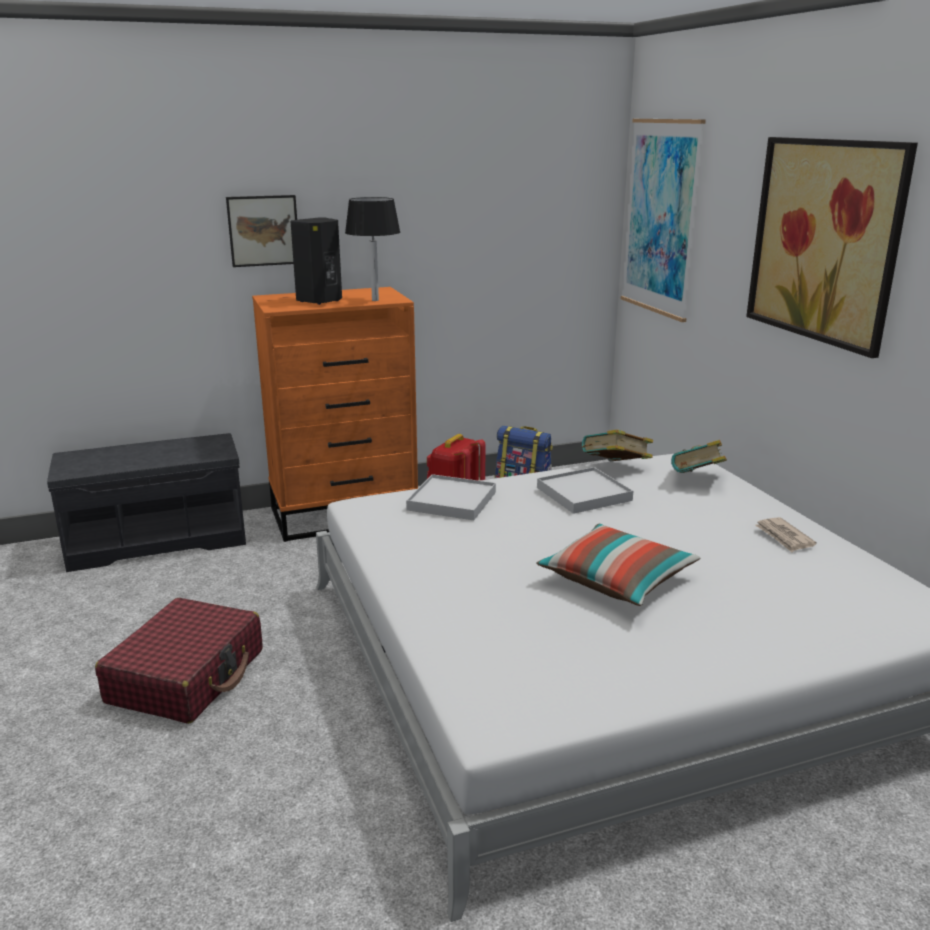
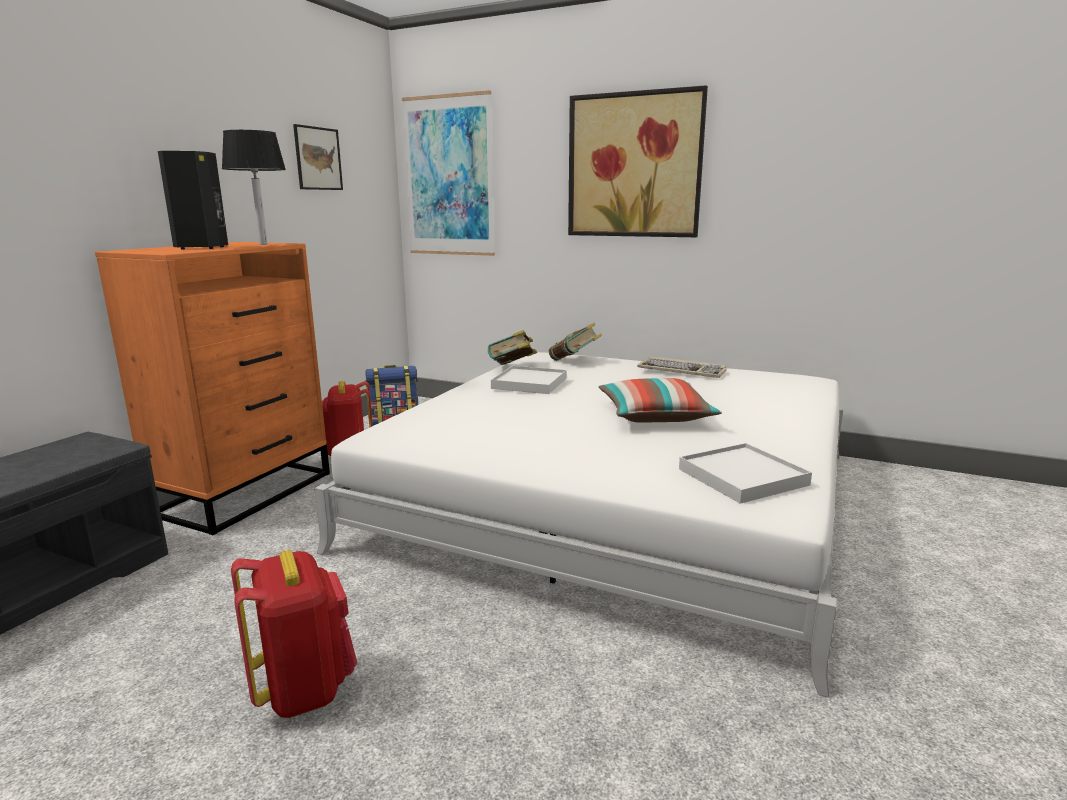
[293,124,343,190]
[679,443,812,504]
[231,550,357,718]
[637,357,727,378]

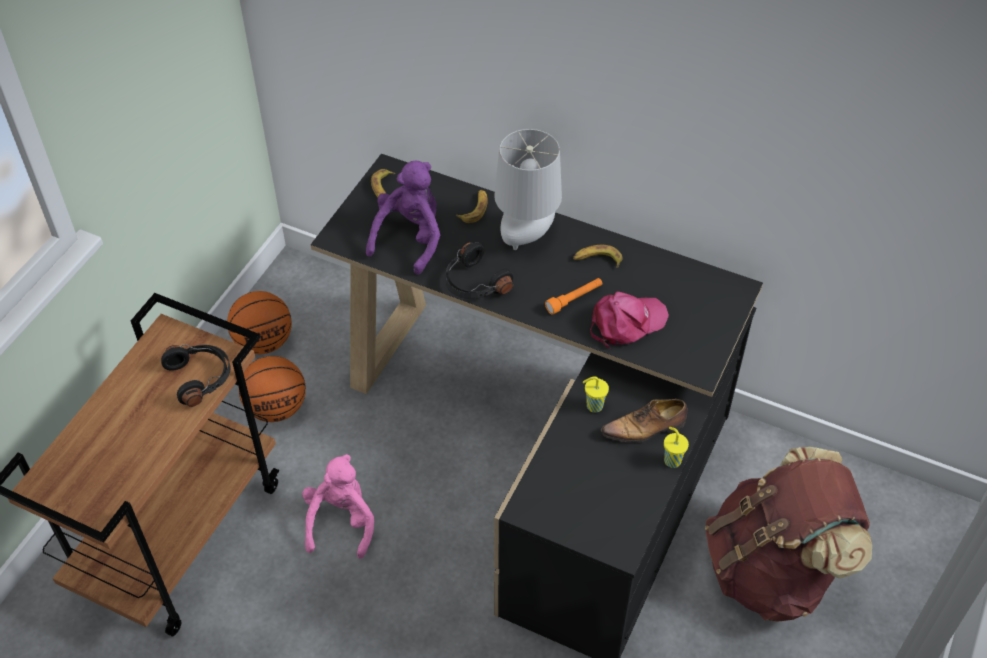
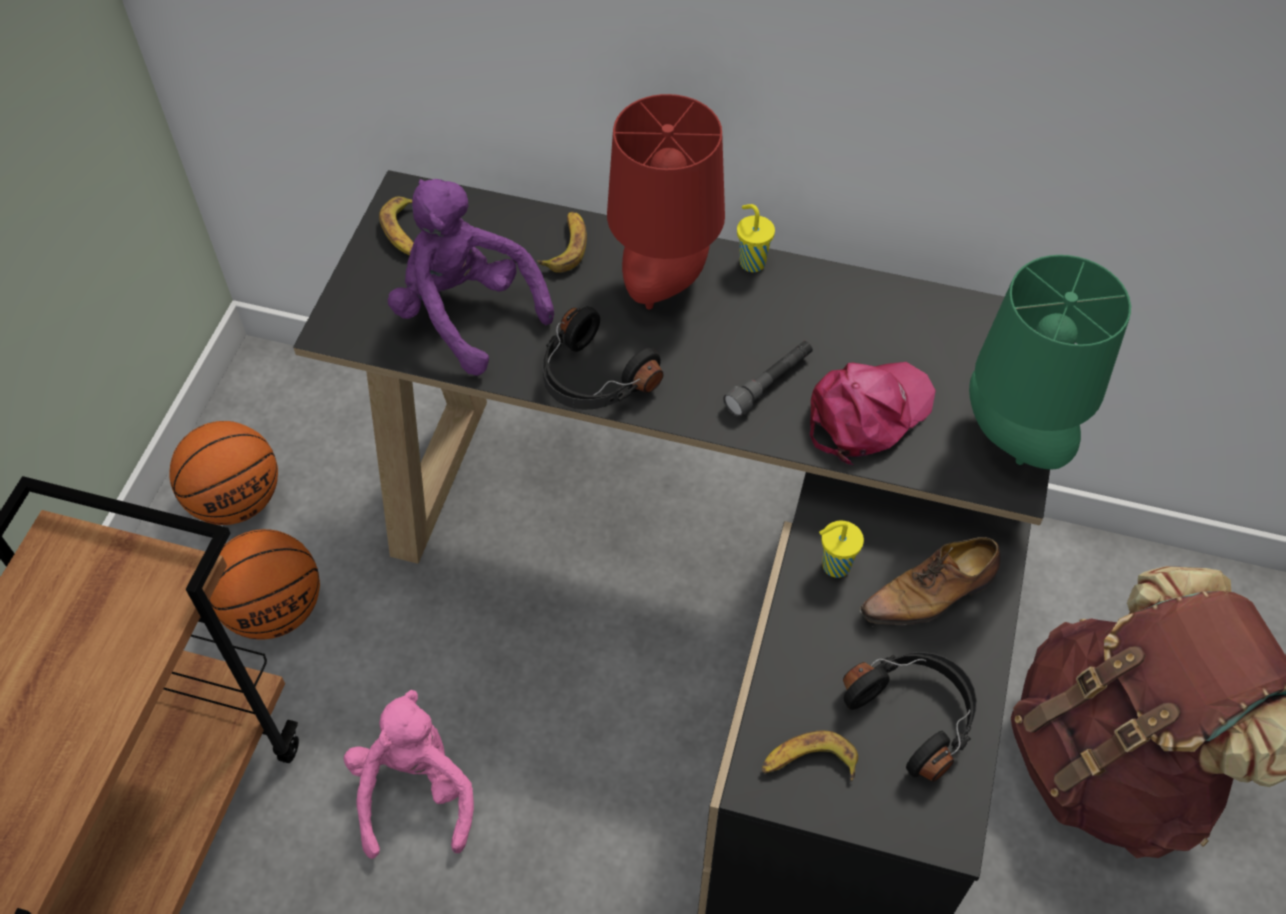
[969,255,1131,470]
[843,652,977,782]
[762,731,858,781]
[737,204,775,272]
[607,94,725,309]
[723,341,813,417]
[388,179,554,376]

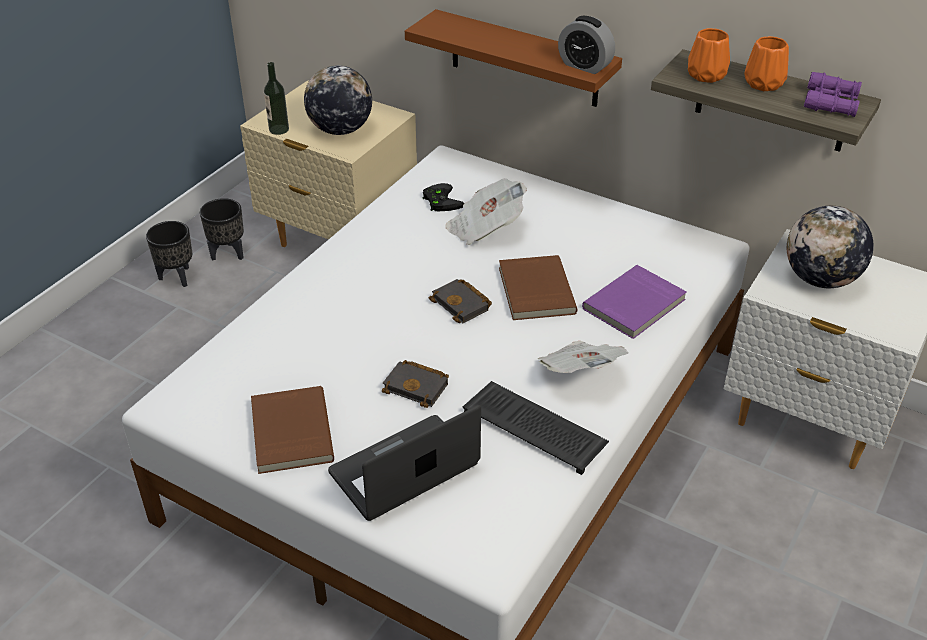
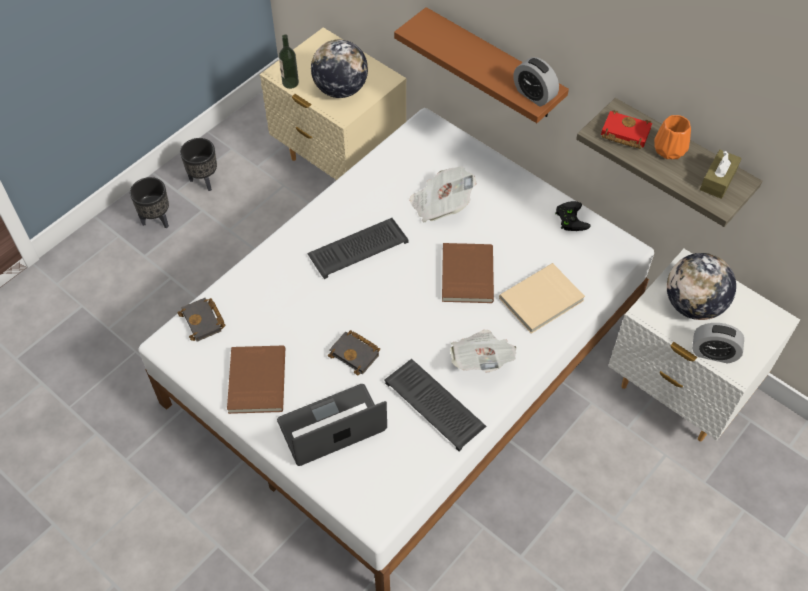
[307,218,409,279]
[692,323,744,363]
[130,177,169,229]
[555,201,591,231]
[178,298,225,342]
[601,110,652,149]
[700,150,742,199]
[499,263,585,334]

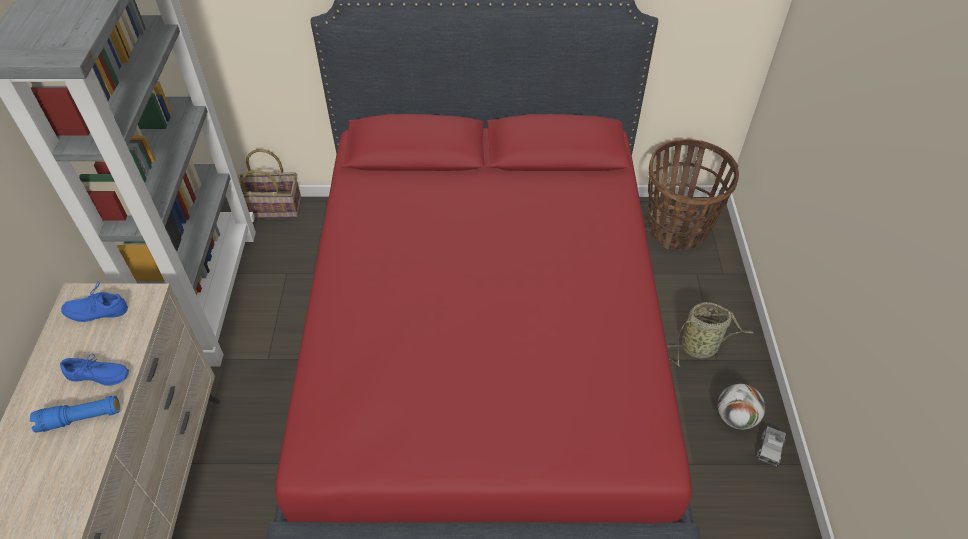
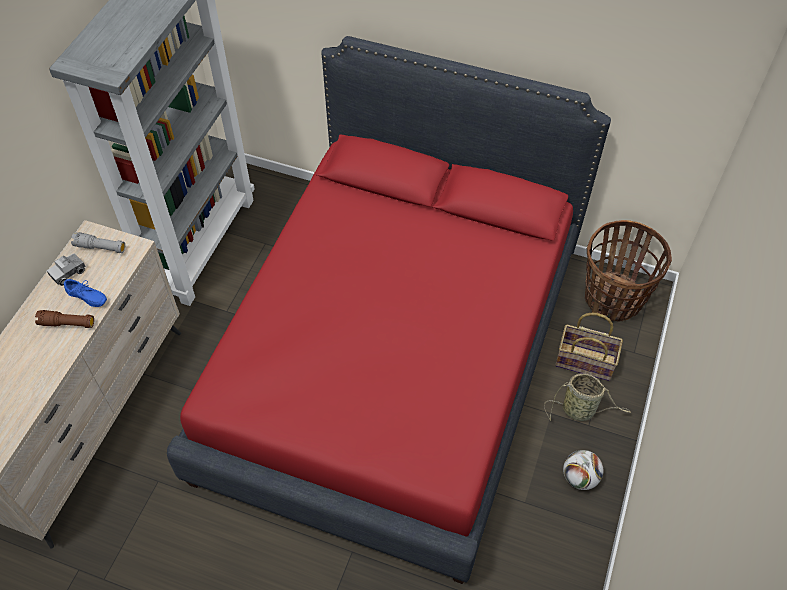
[555,313,623,381]
[47,253,86,286]
[71,232,125,253]
[35,310,94,328]

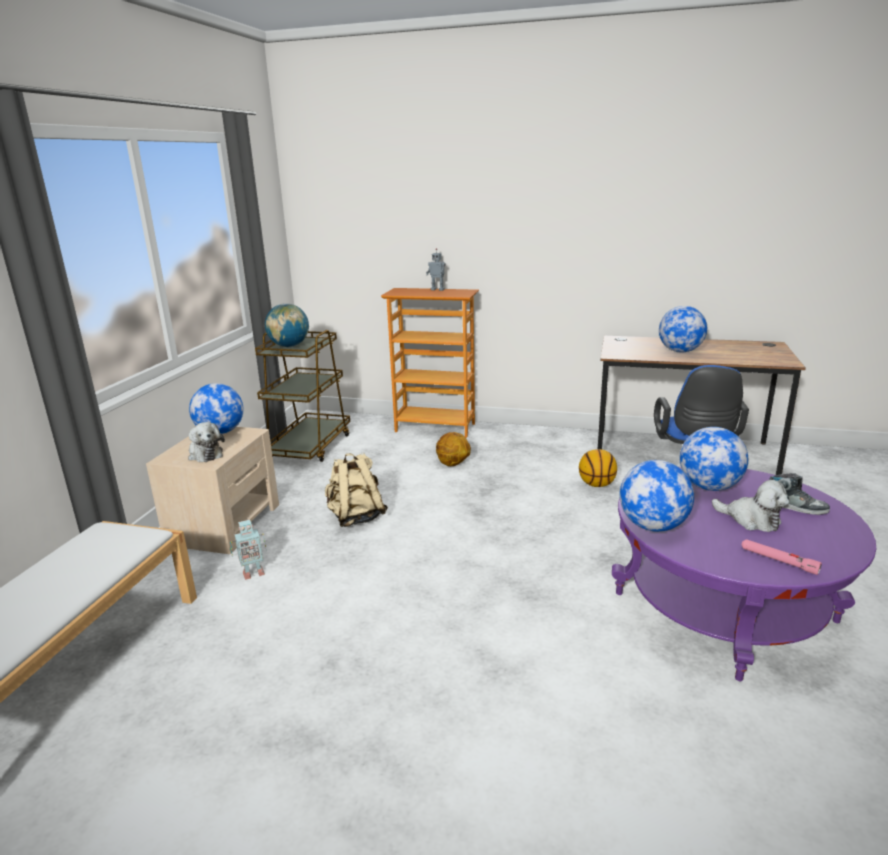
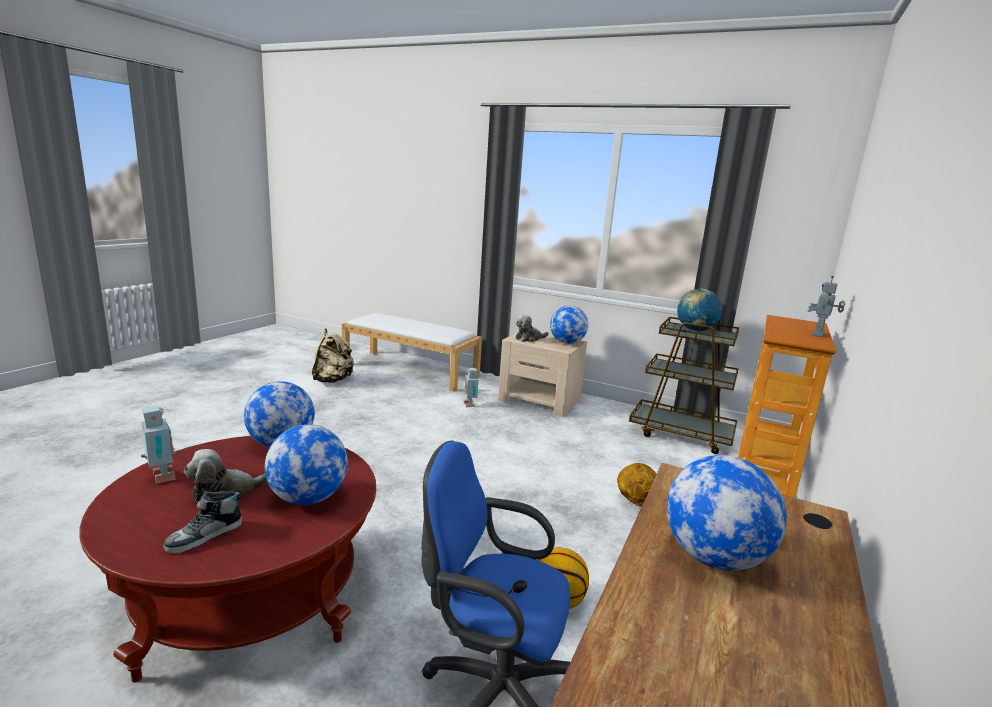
[312,329,354,383]
[141,405,176,484]
[79,436,376,683]

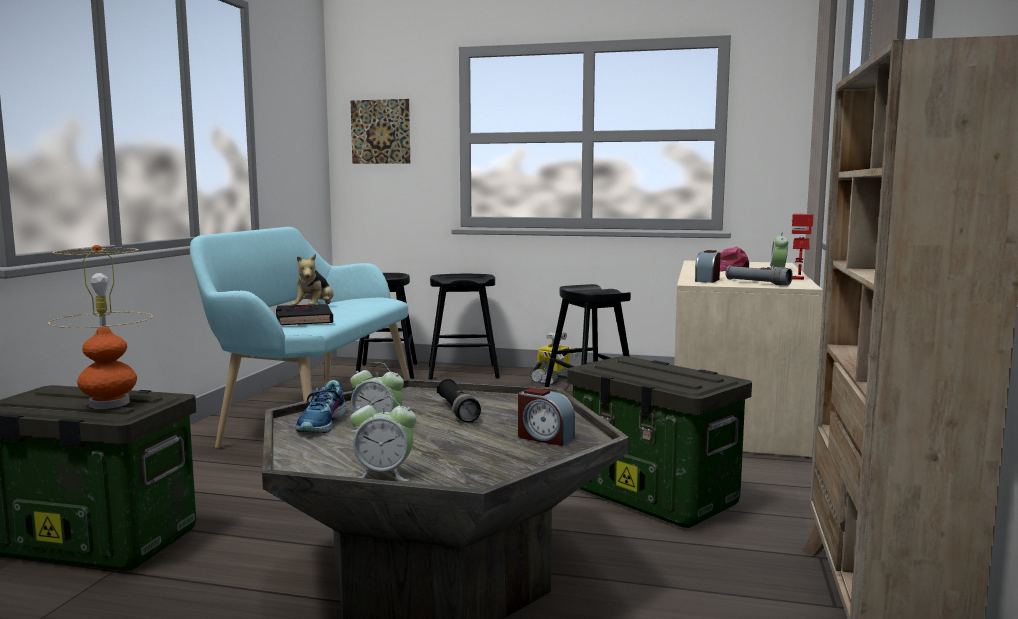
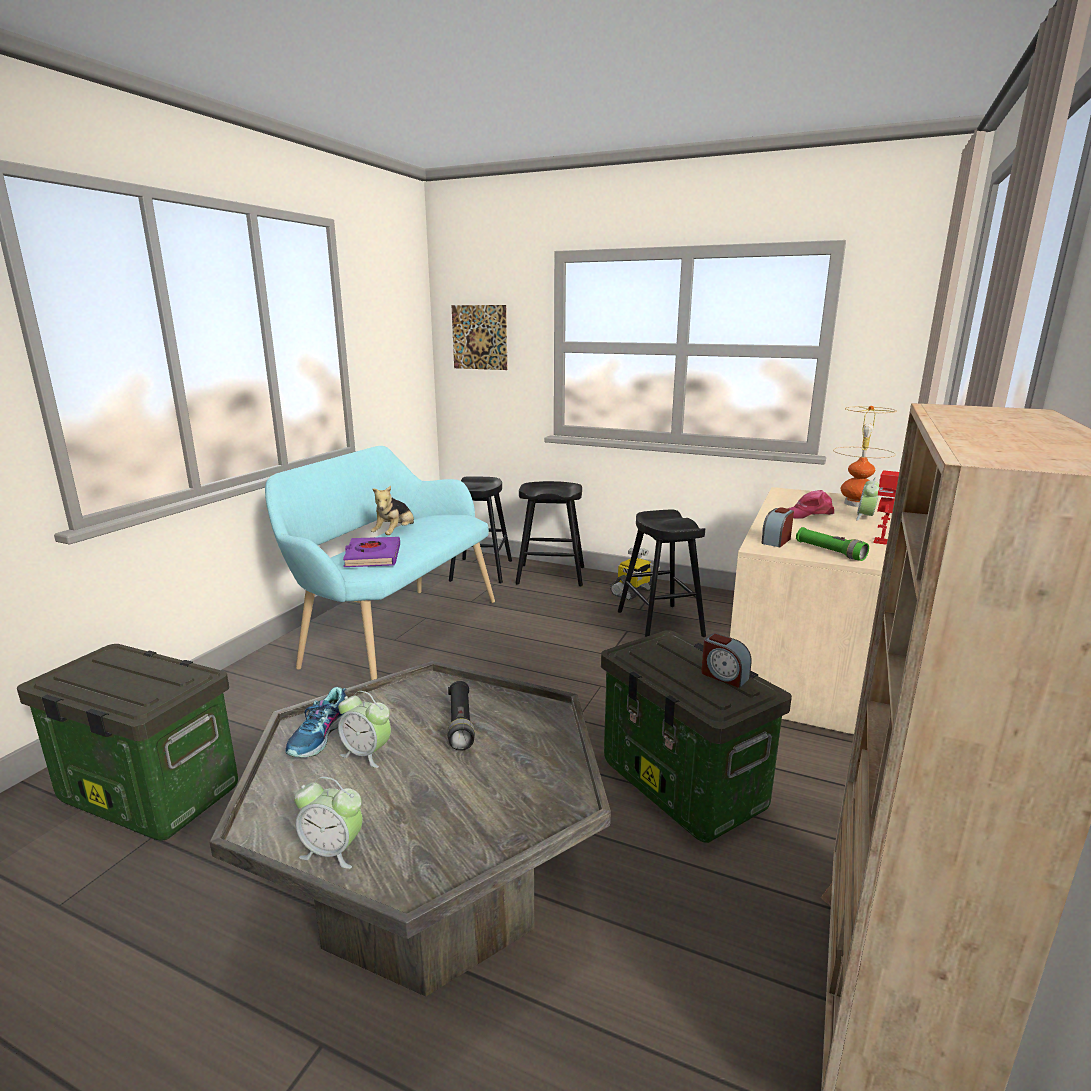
[833,406,897,507]
[701,633,752,688]
[343,537,400,567]
[796,527,869,561]

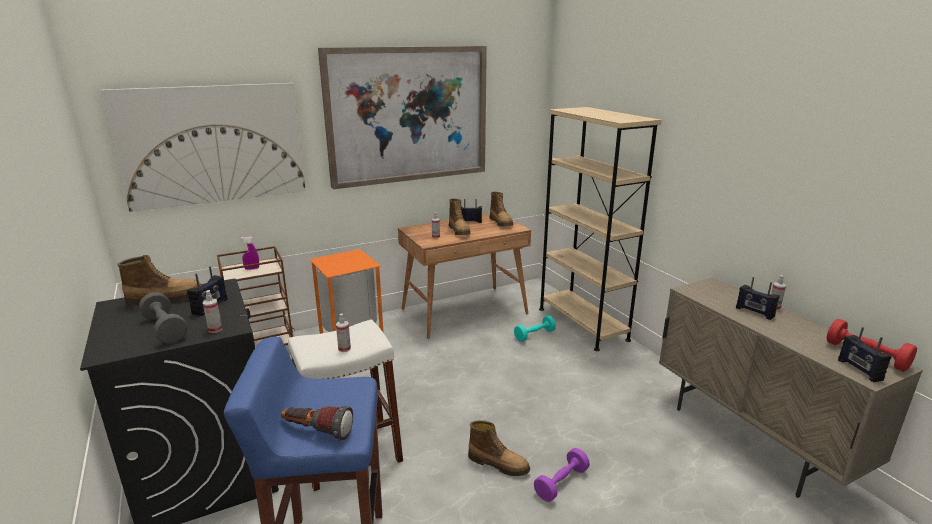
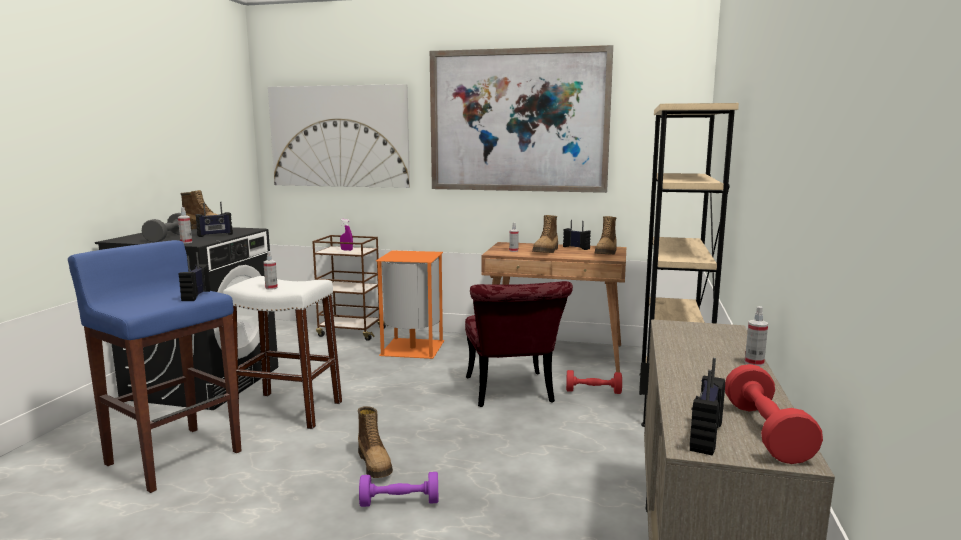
[281,405,353,441] (first image)
[465,281,573,407]
[179,252,211,301]
[566,370,622,394]

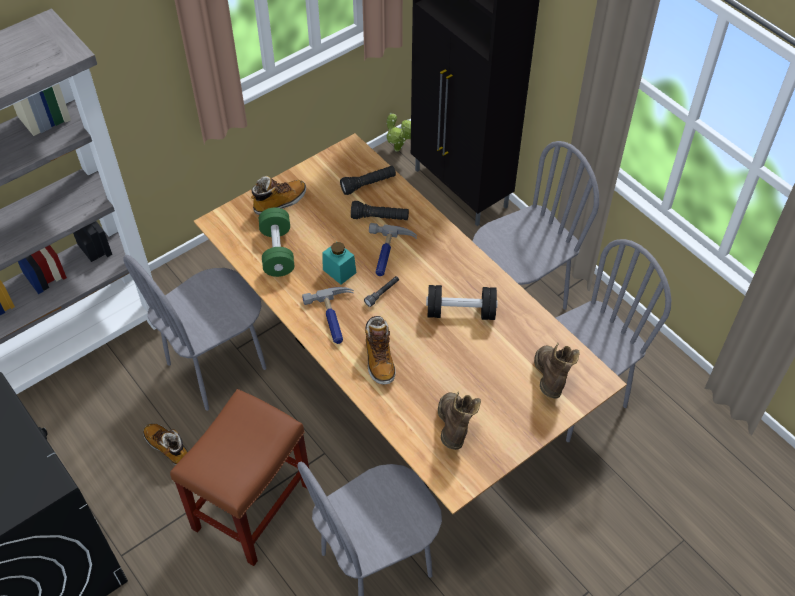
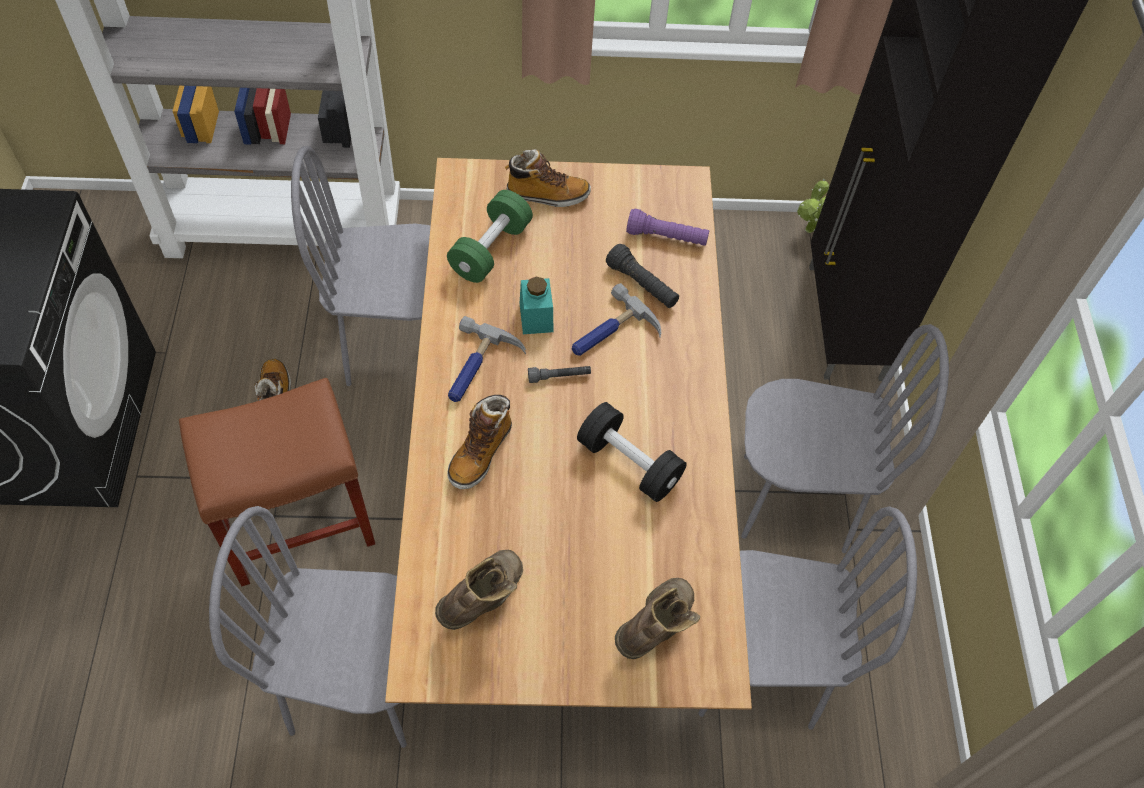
[626,209,709,246]

